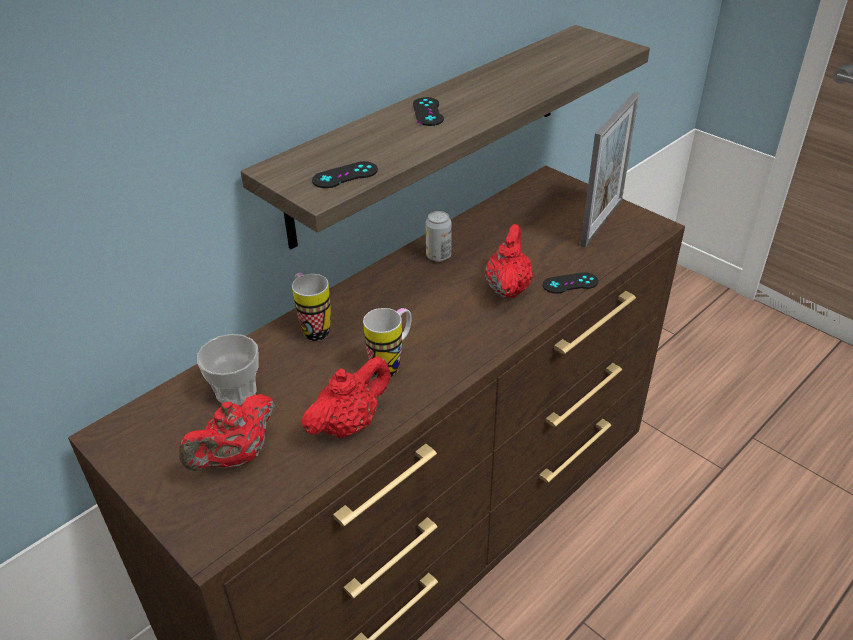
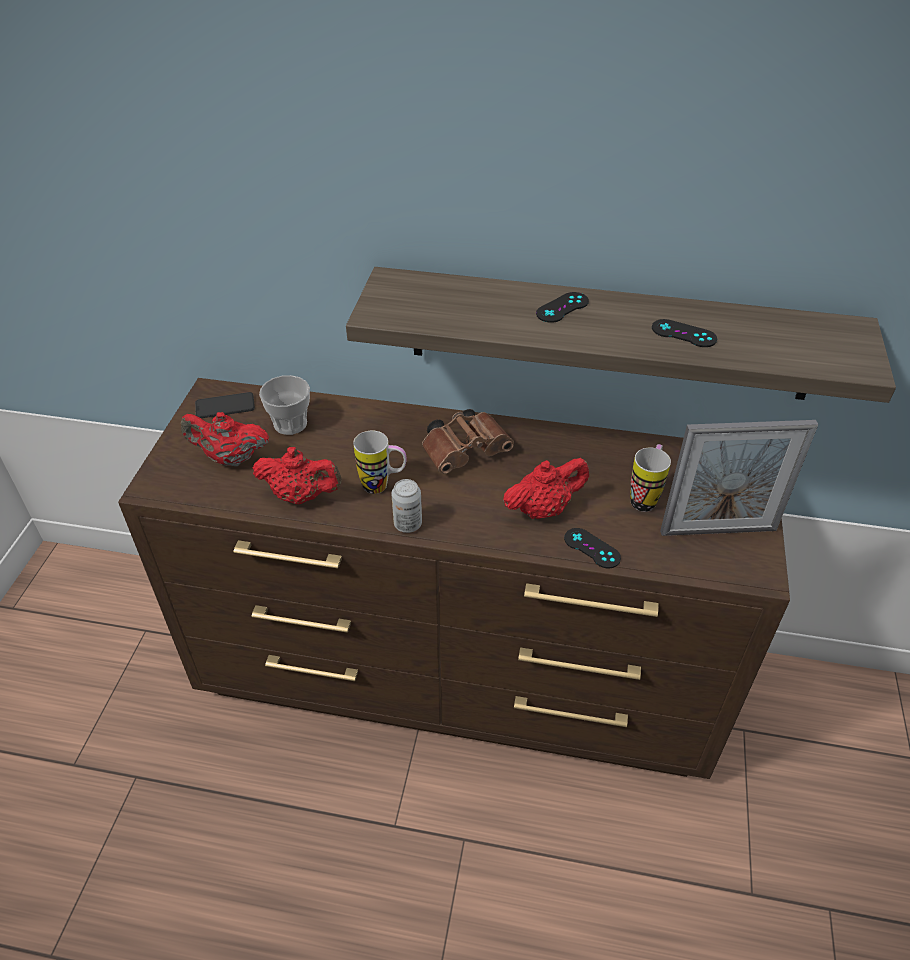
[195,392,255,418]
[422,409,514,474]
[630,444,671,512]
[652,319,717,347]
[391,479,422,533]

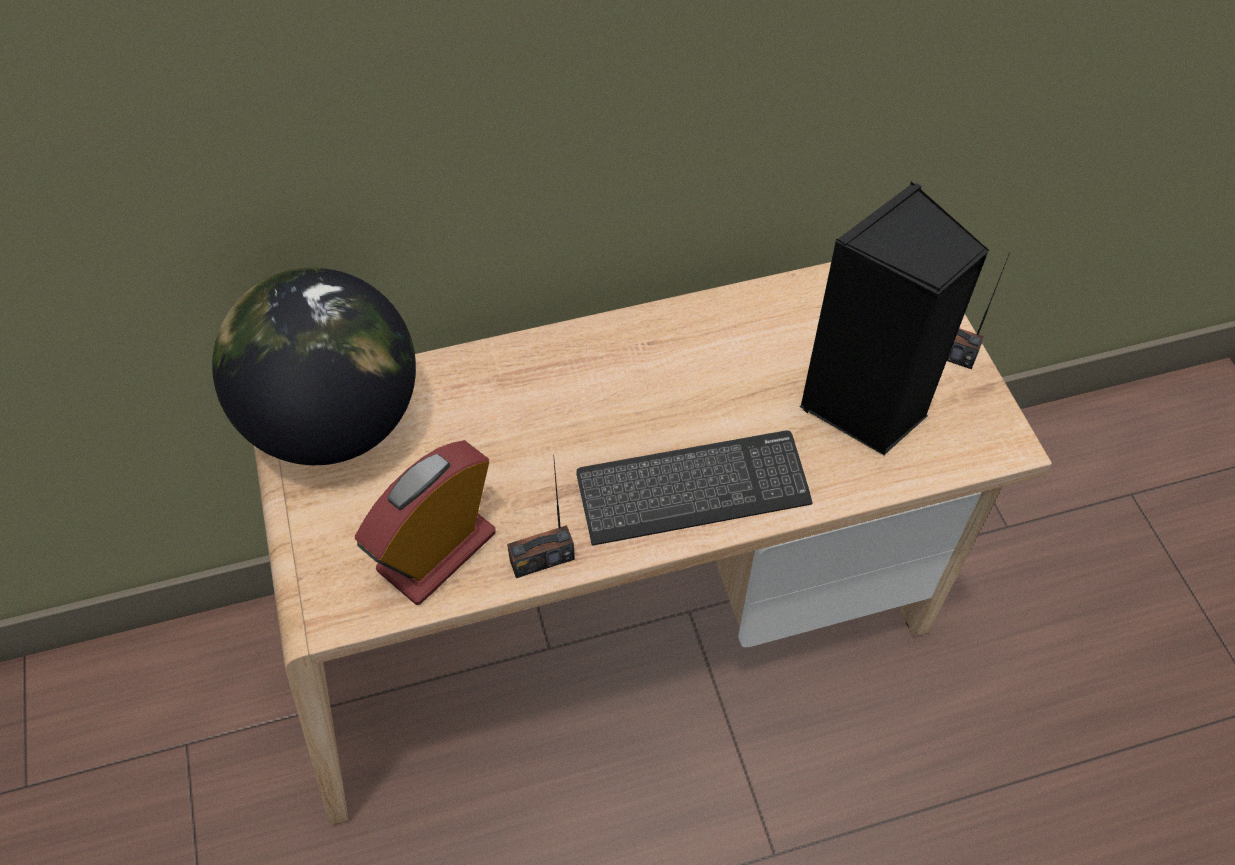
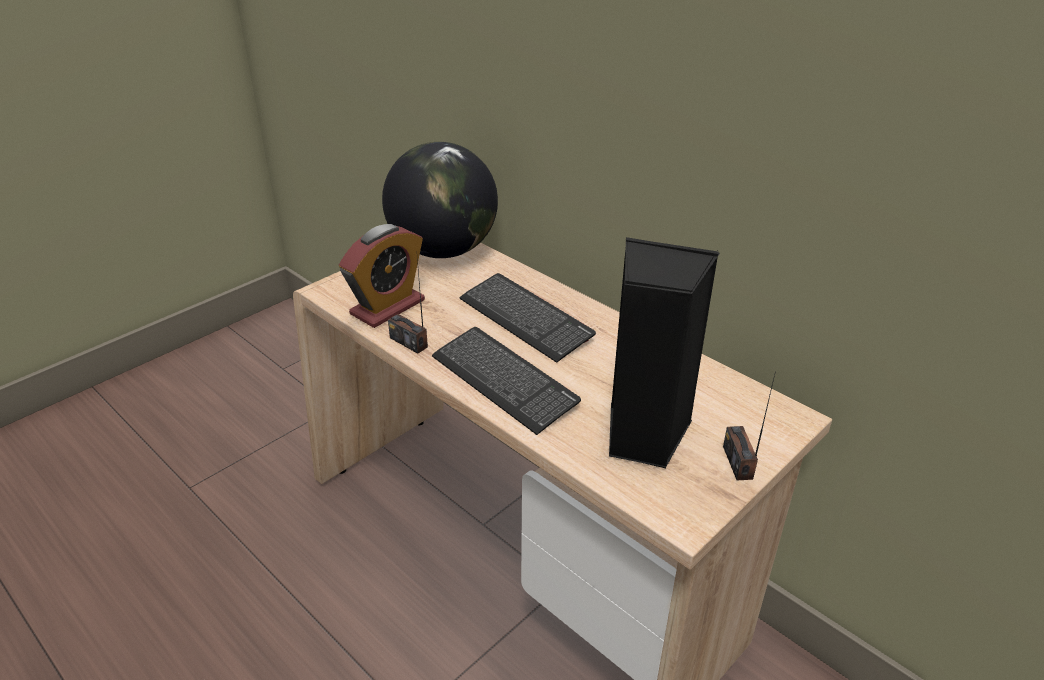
[460,273,596,363]
[339,224,425,328]

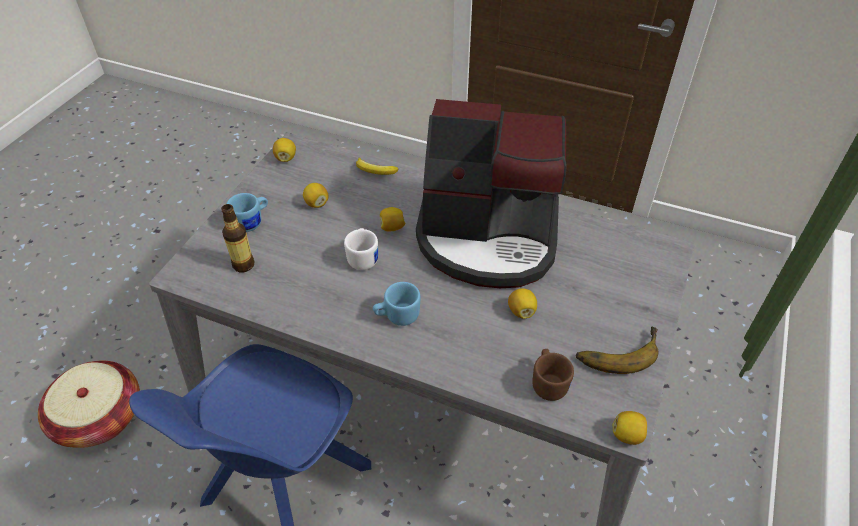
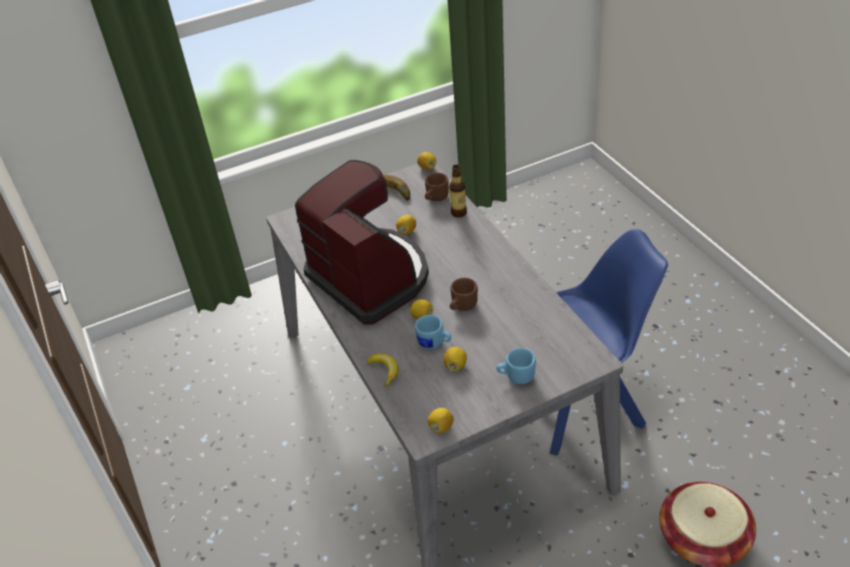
[449,165,467,218]
[415,315,451,349]
[450,278,478,311]

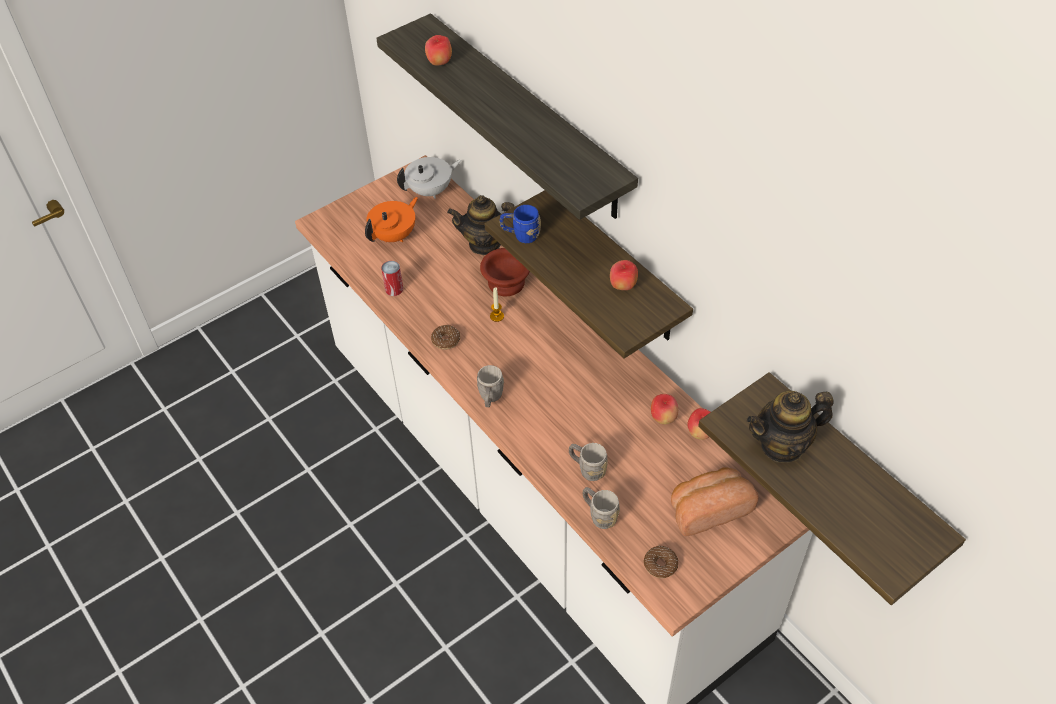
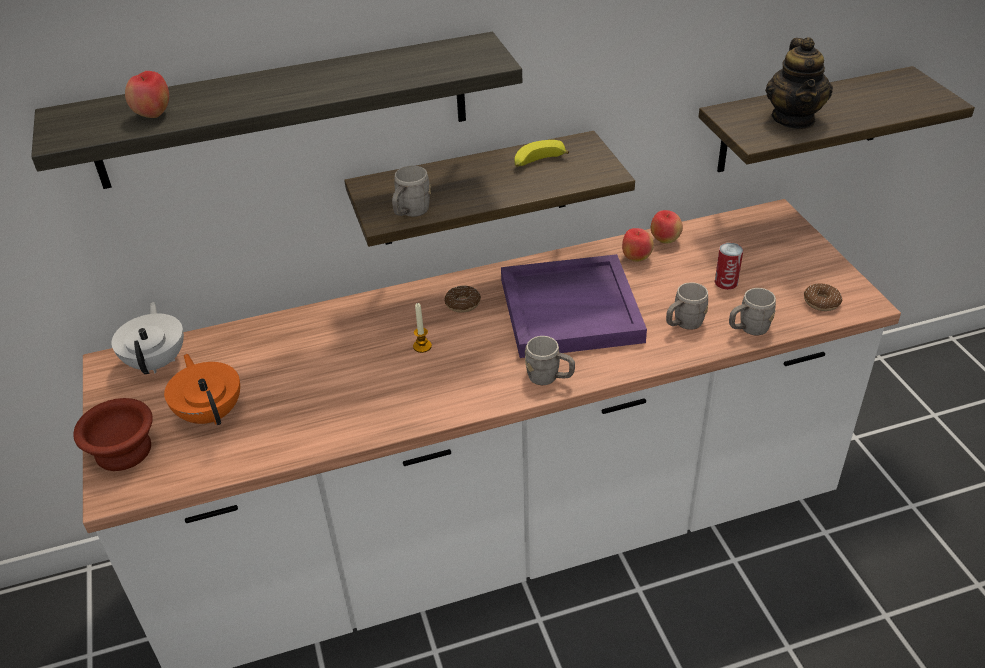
[447,195,514,255] (first image)
[671,467,759,536] (first image)
[501,254,647,358]
[715,243,743,290]
[445,286,481,313]
[73,398,153,471]
[515,140,569,167]
[392,166,431,217]

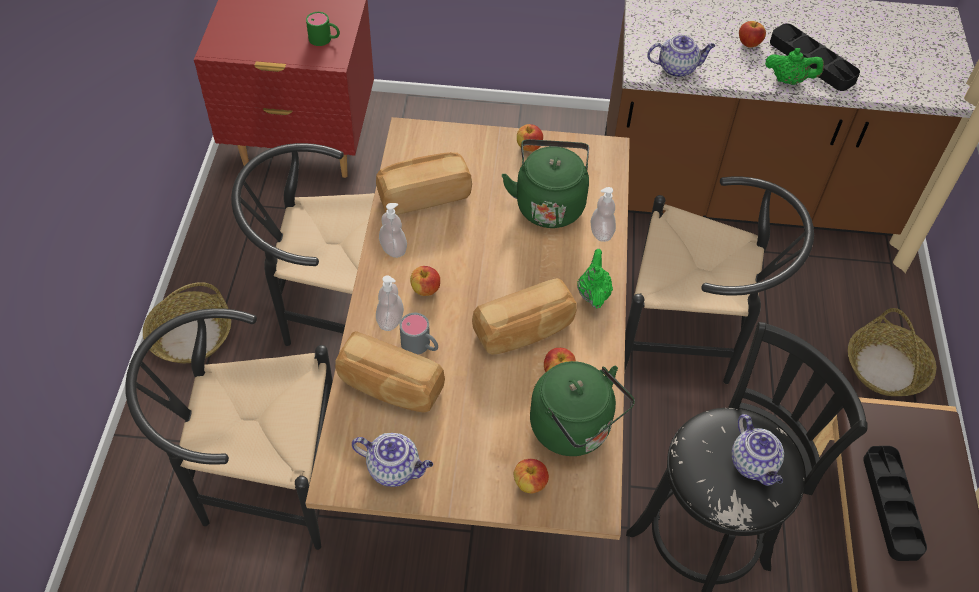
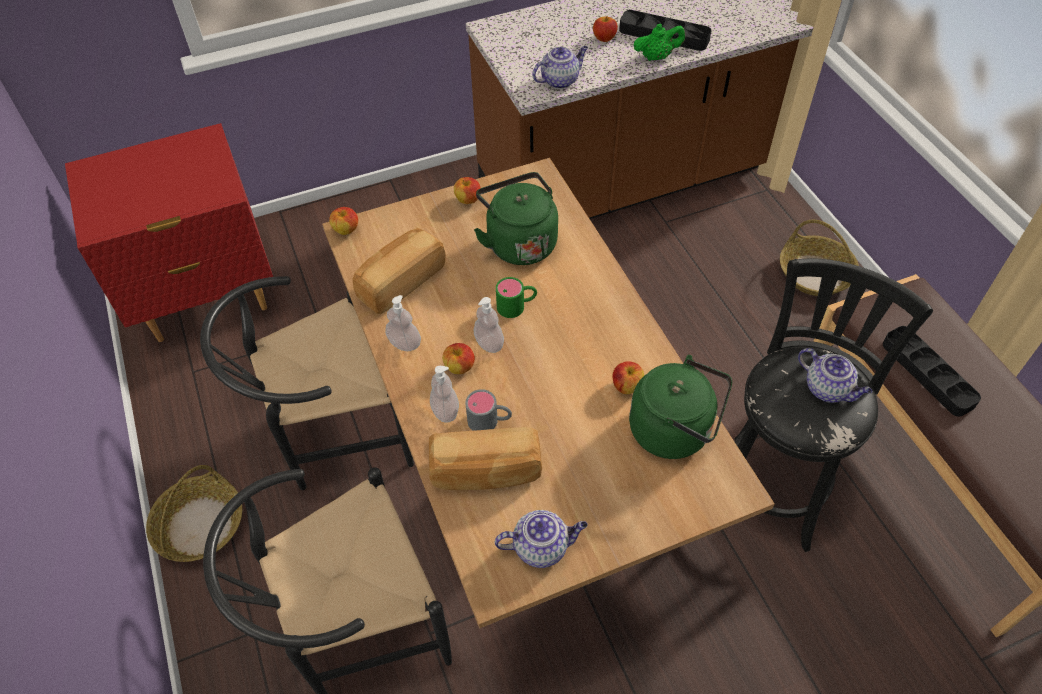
[472,278,577,355] (first image)
[577,249,613,309] (first image)
[624,177,814,384] (first image)
[496,277,537,318]
[329,207,358,235]
[474,297,504,353]

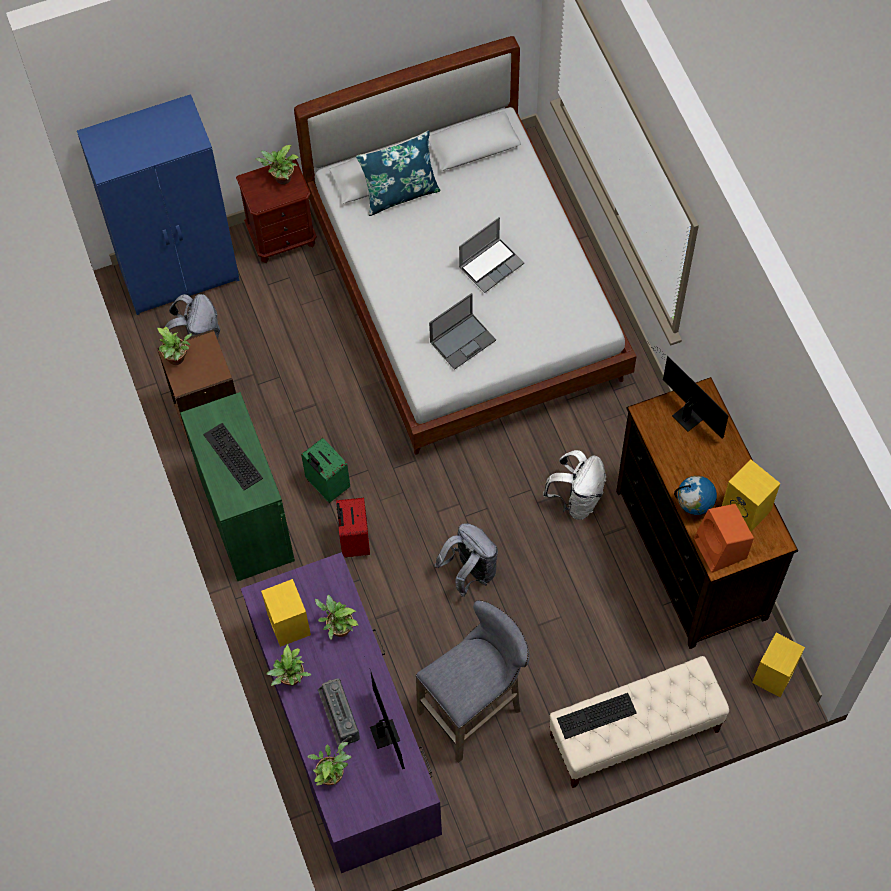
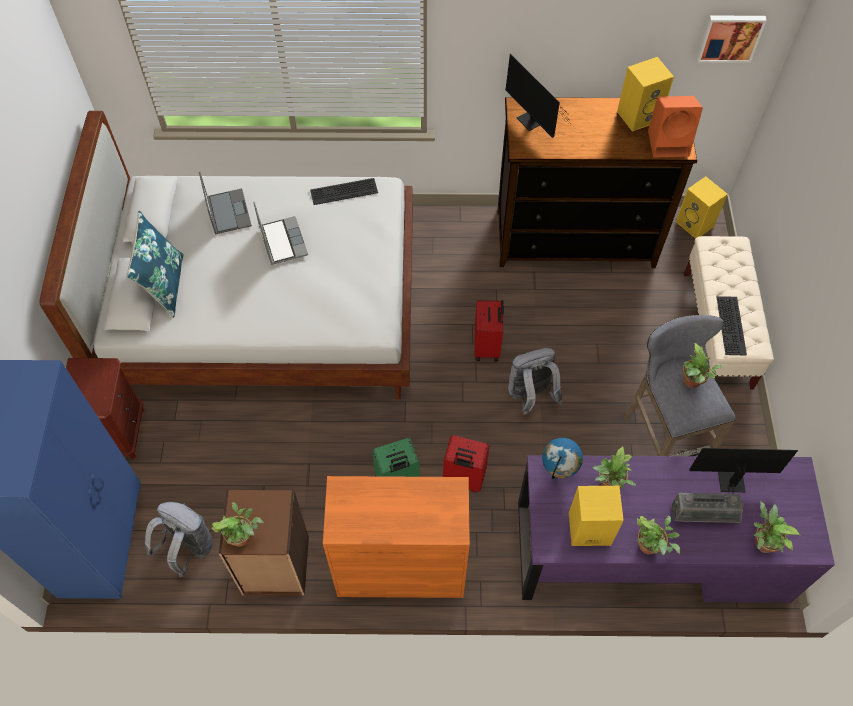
[543,450,606,520] (first image)
[475,300,504,362]
[697,16,767,63]
[310,178,378,205]
[682,343,723,388]
[199,172,252,235]
[542,438,583,479]
[323,476,470,598]
[505,54,569,138]

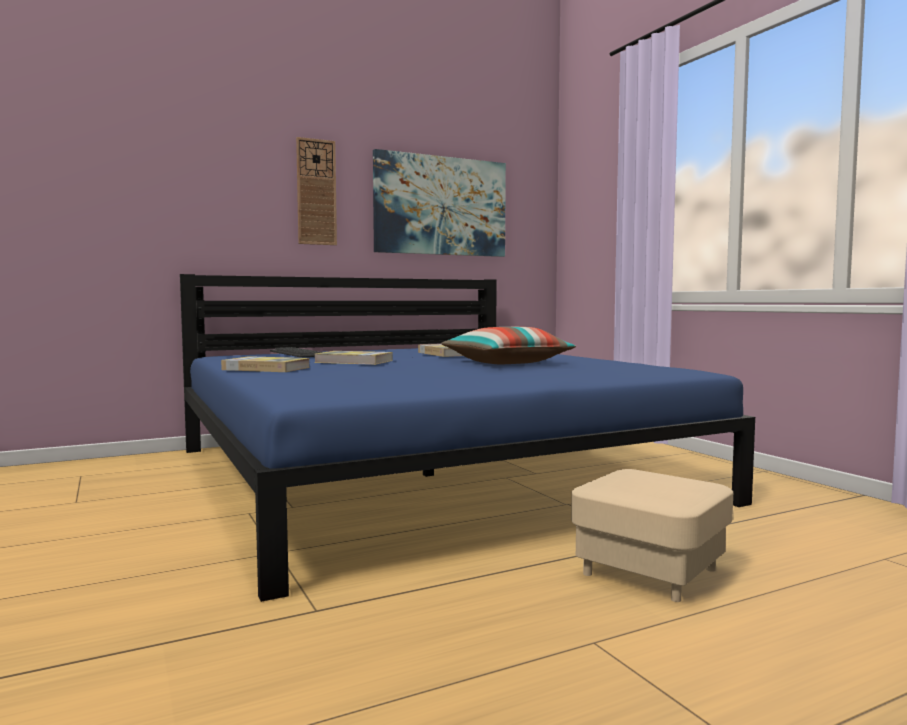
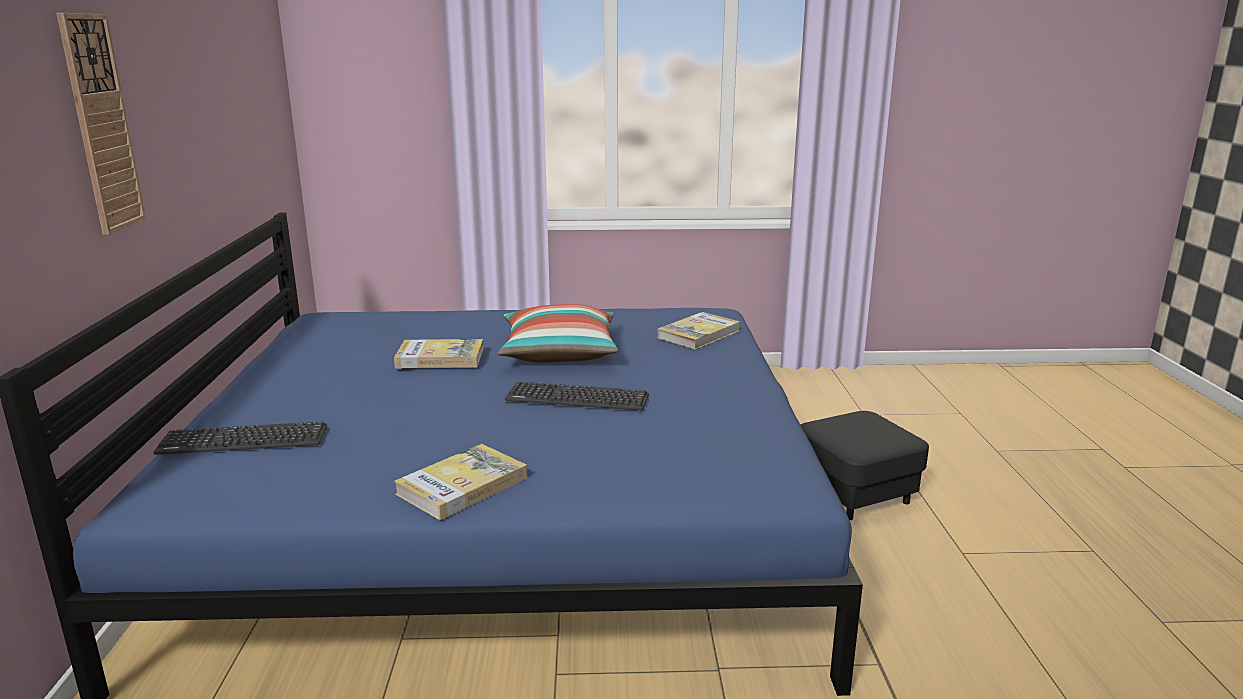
[373,149,506,257] (first image)
[505,382,649,411]
[657,312,740,350]
[800,411,929,520]

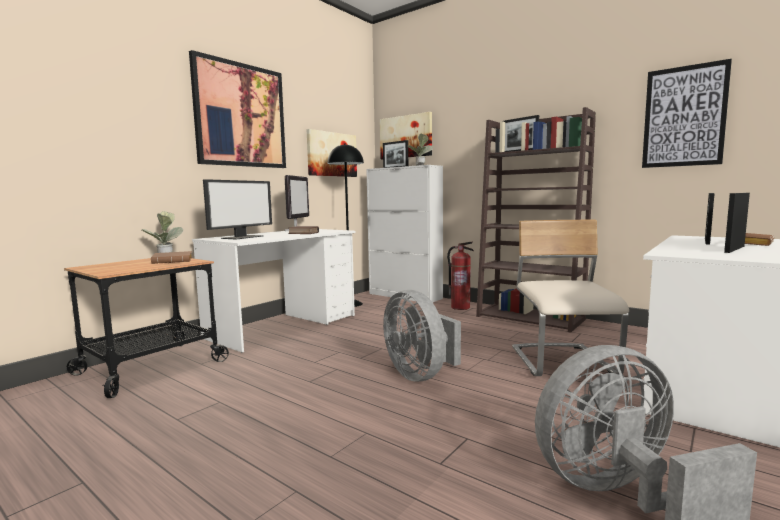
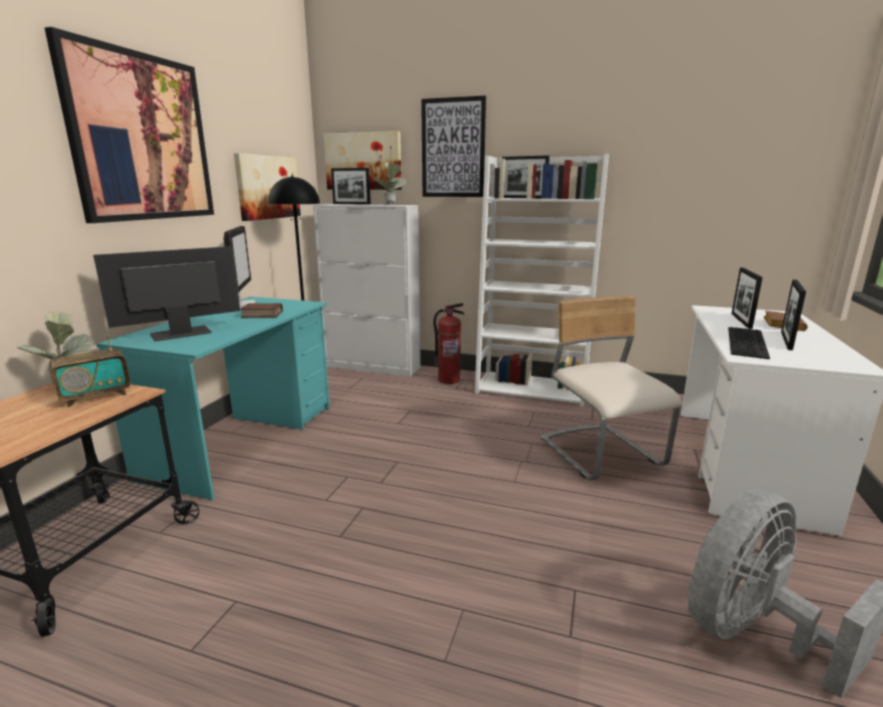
[383,290,461,382] (first image)
[728,327,770,359]
[421,95,486,197]
[49,317,130,408]
[96,297,330,500]
[475,154,609,407]
[93,246,240,342]

